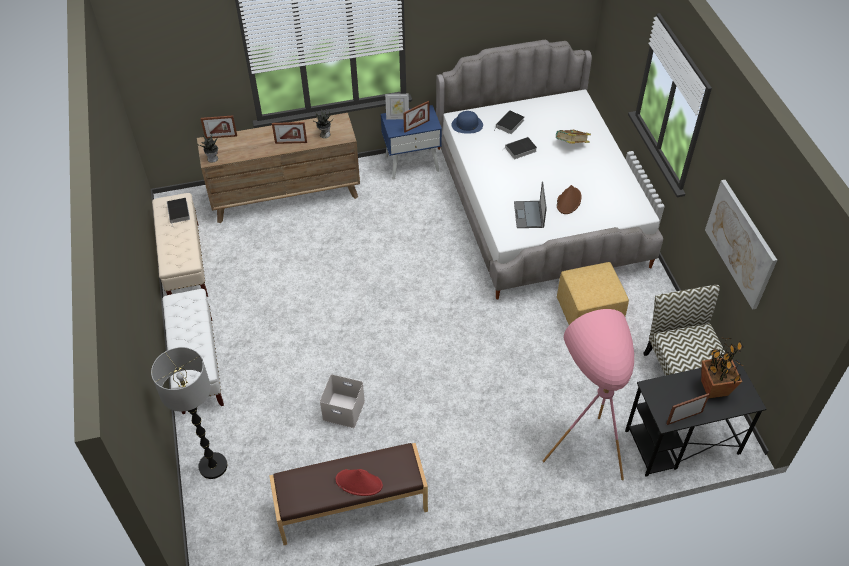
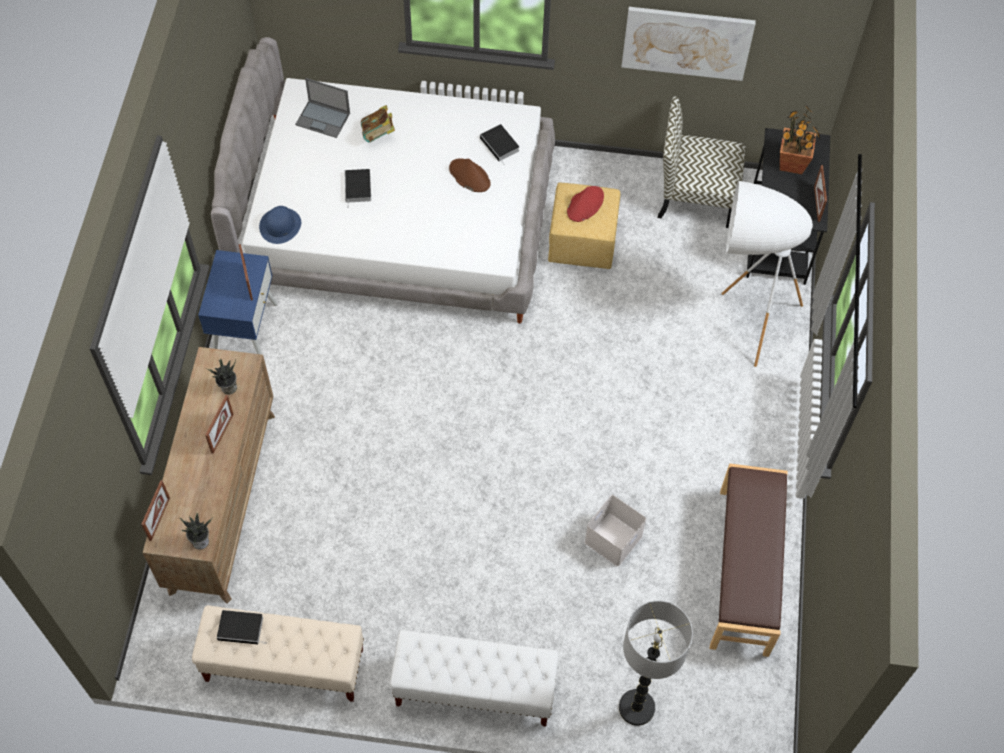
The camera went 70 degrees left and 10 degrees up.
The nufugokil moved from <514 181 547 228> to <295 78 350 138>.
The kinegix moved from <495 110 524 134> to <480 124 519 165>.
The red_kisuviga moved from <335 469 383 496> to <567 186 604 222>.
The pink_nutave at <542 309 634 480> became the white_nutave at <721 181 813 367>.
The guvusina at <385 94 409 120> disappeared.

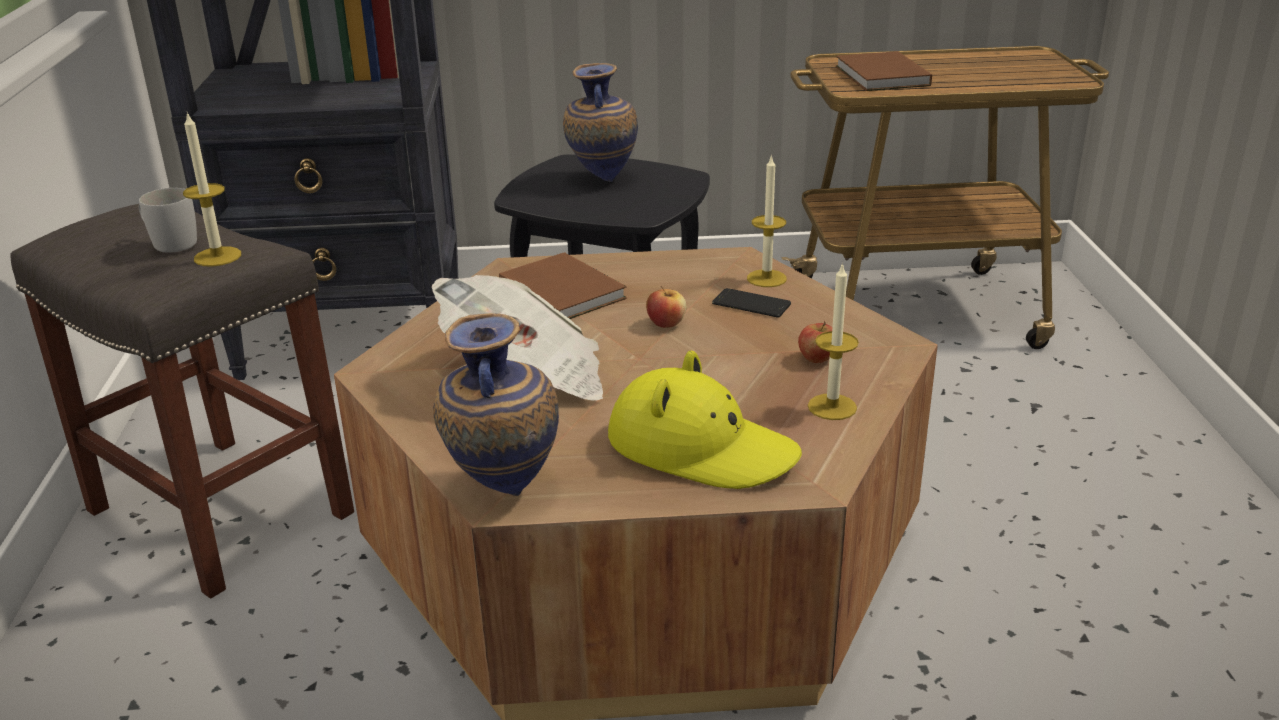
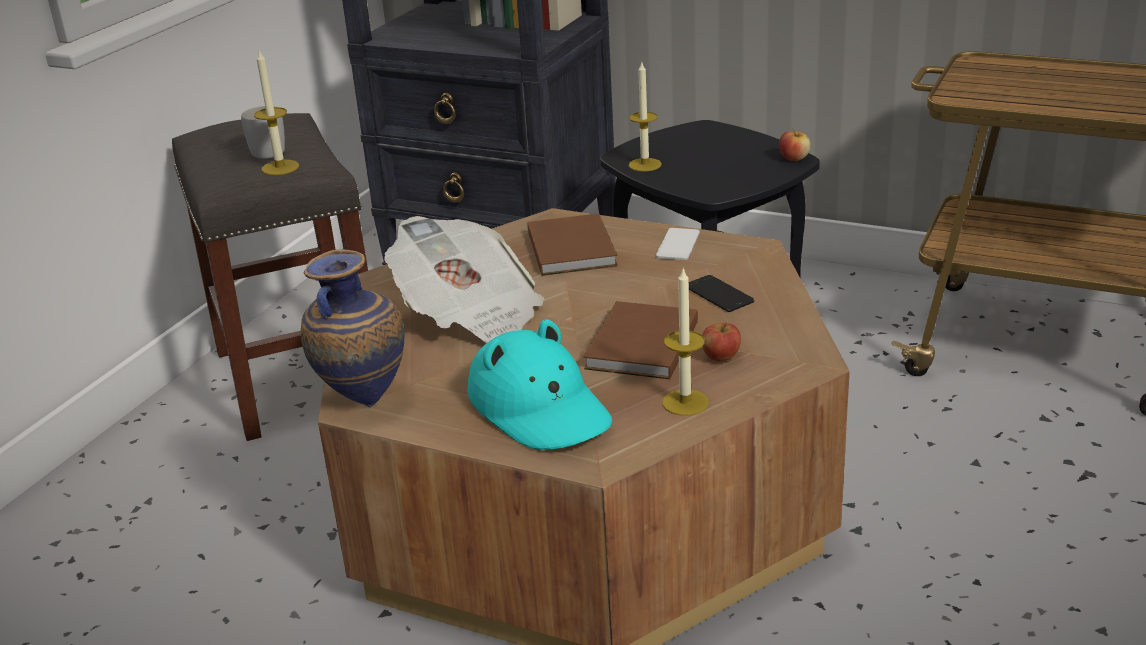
The camera went 30 degrees right and 0 degrees up.
The yellow_kisuviga at <608 351 802 489> became the turquoise_kisuviga at <467 319 612 450>.
The brown_kinegix moved from <836 51 932 91> to <584 301 698 379>.
The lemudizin moved from <747 154 787 287> to <629 63 662 171>.
The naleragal at <656 228 700 260> appeared.
The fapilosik moved from <646 286 686 328> to <779 129 811 161>.
The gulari at <563 63 638 182> disappeared.

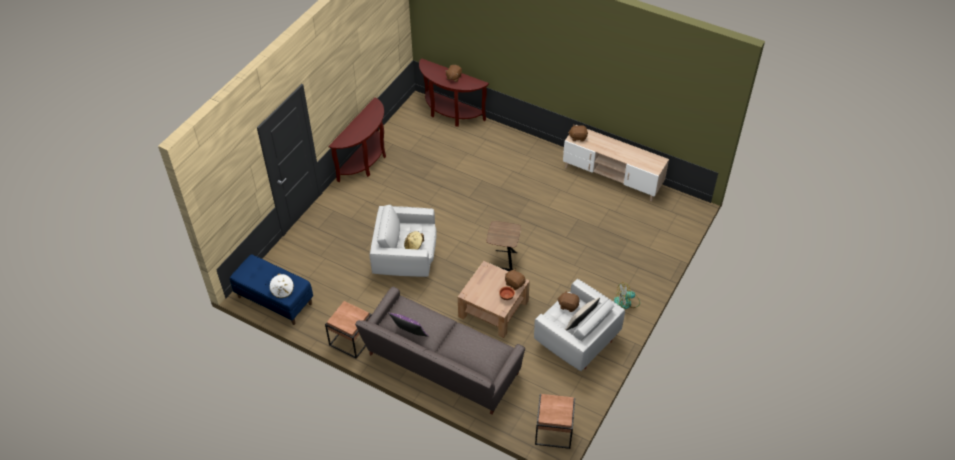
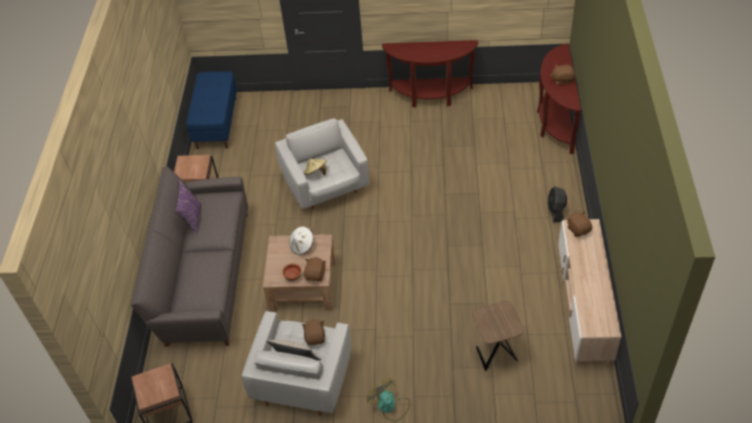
The camera went 65 degrees right and 0 degrees up.
The white_kisuviga moved from <269 273 294 298> to <289 227 313 255>.
The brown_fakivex moved from <487 221 521 271> to <472 301 524 371>.
The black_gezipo at <548 187 567 222> appeared.

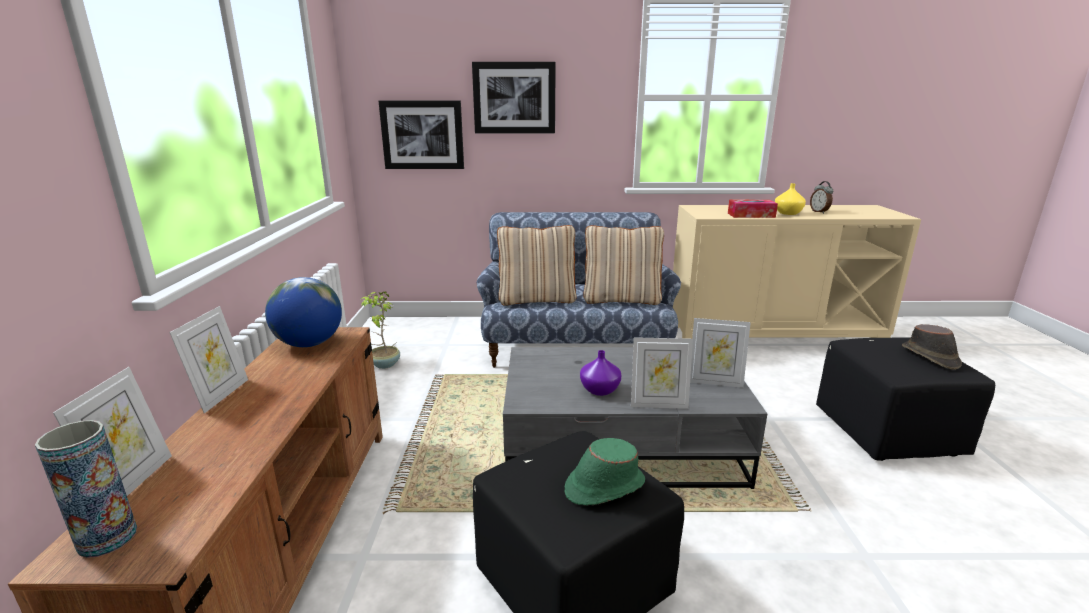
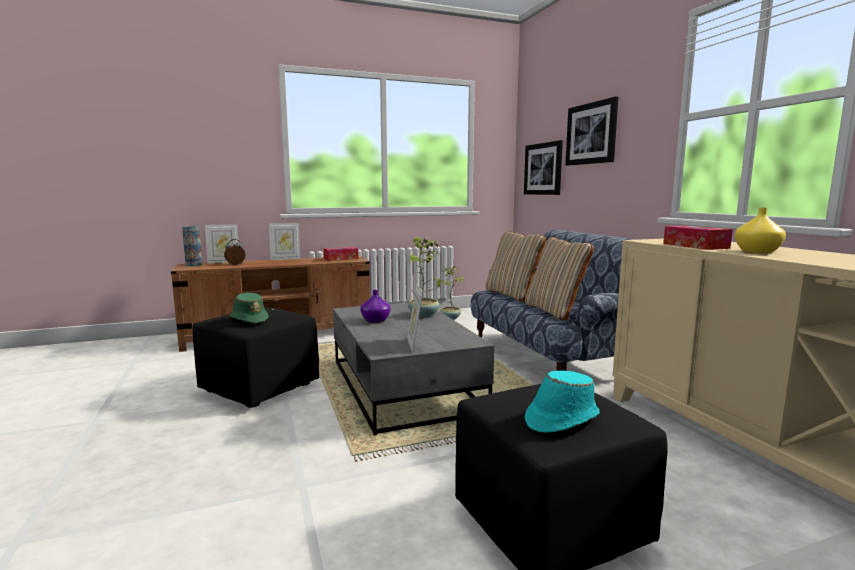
The camera went 70 degrees right and 10 degrees down.
The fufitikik moved from <810 181 833 214> to <224 239 245 265>.
The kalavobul at <265 277 342 347> was replaced by the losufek at <324 247 358 261>.
The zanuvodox at <408 237 440 317> appeared.
The brown_kisuviga at <902 324 962 370> became the turquoise_kisuviga at <525 371 600 433>.
The guvusina at <631 337 693 409> disappeared.

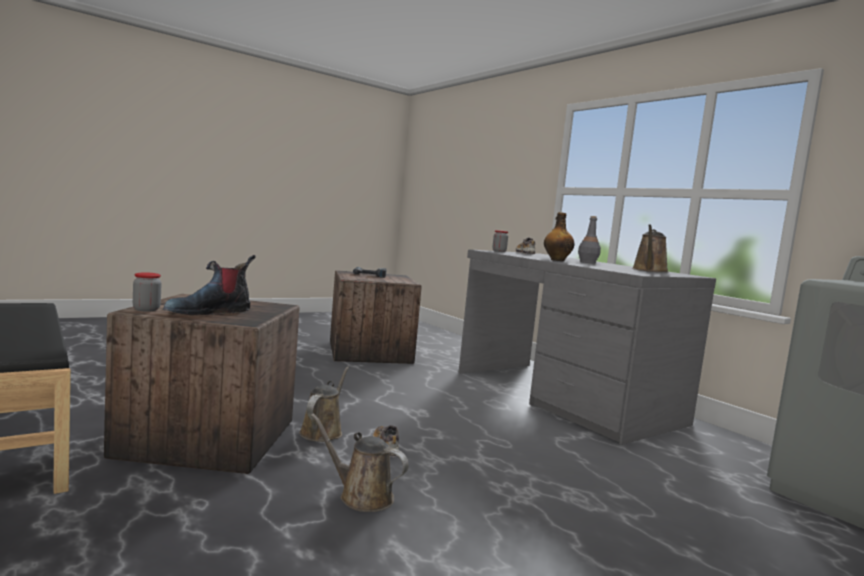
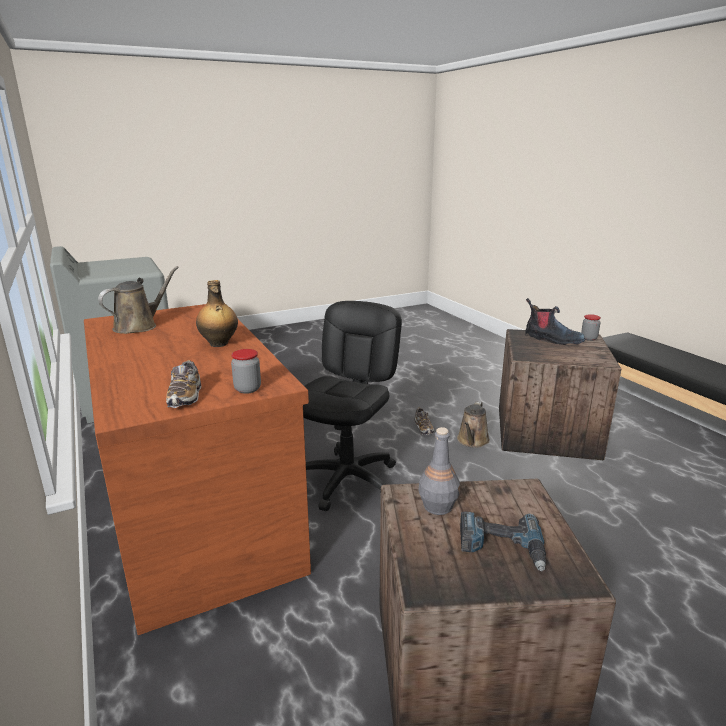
The camera went 170 degrees left and 15 degrees up.
The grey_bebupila at <459 249 716 445> became the brown_bebupila at <84 304 311 635>.
The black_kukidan at <303 301 402 511> appeared.
The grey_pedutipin moved from <578 216 601 264> to <418 427 460 515>.
The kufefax at <163 255 255 315> turned 60 degrees clockwise.
The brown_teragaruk at <311 414 409 512> disappeared.

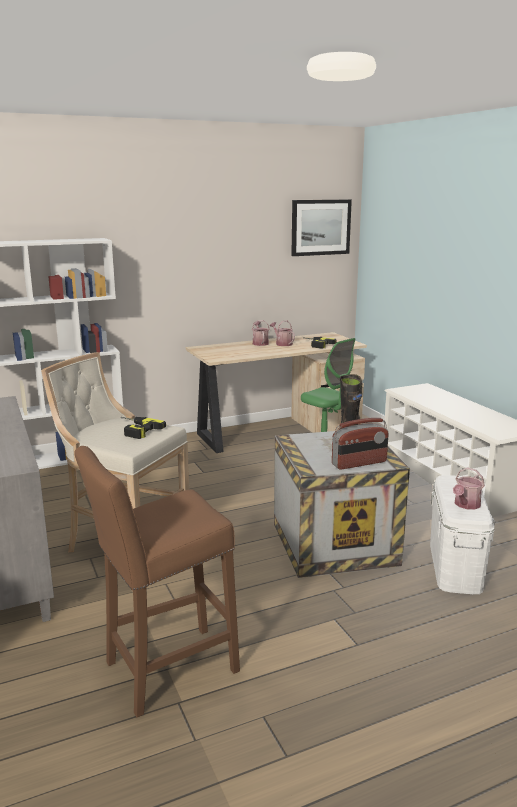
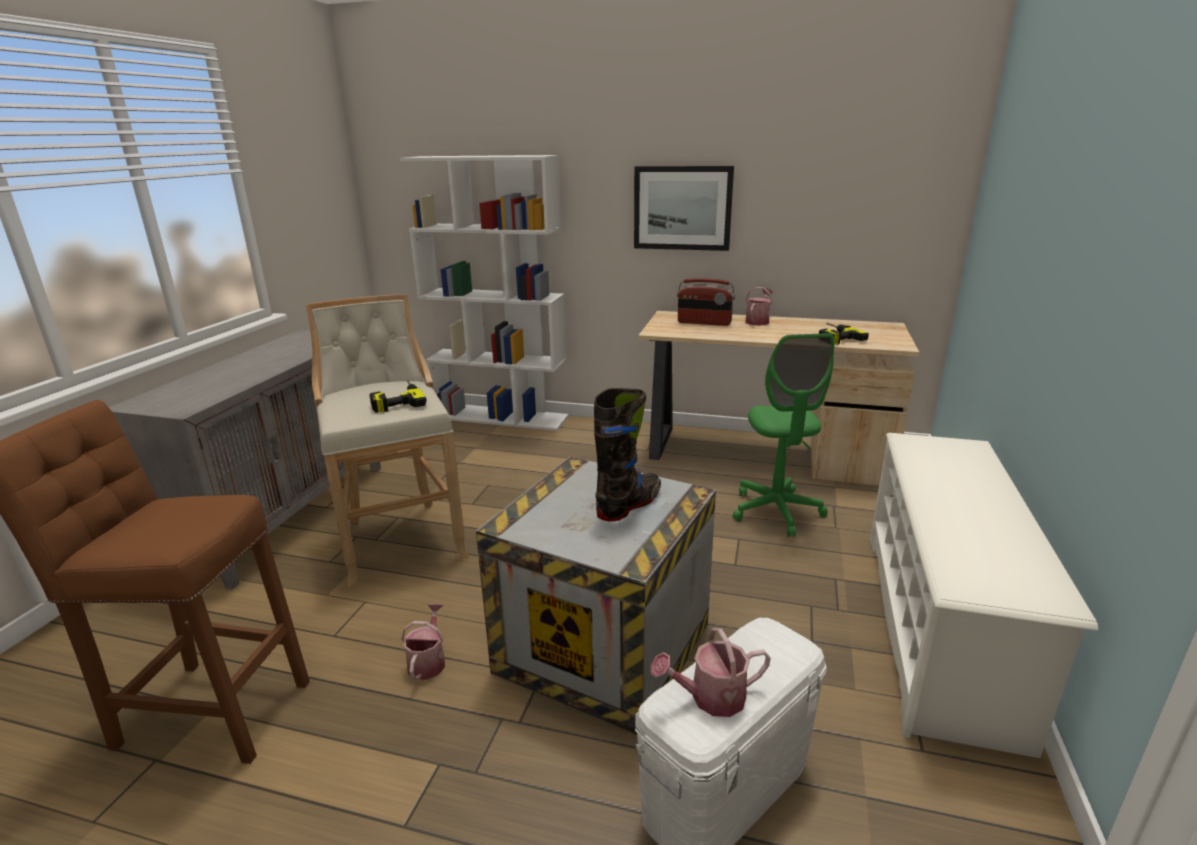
The camera went 40 degrees right and 5 degrees up.
The teragaruk moved from <270 320 295 346> to <401 604 445 680>.
The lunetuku moved from <291 200 352 256> to <634 166 734 251>.
The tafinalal moved from <332 418 389 470> to <677 278 735 326>.

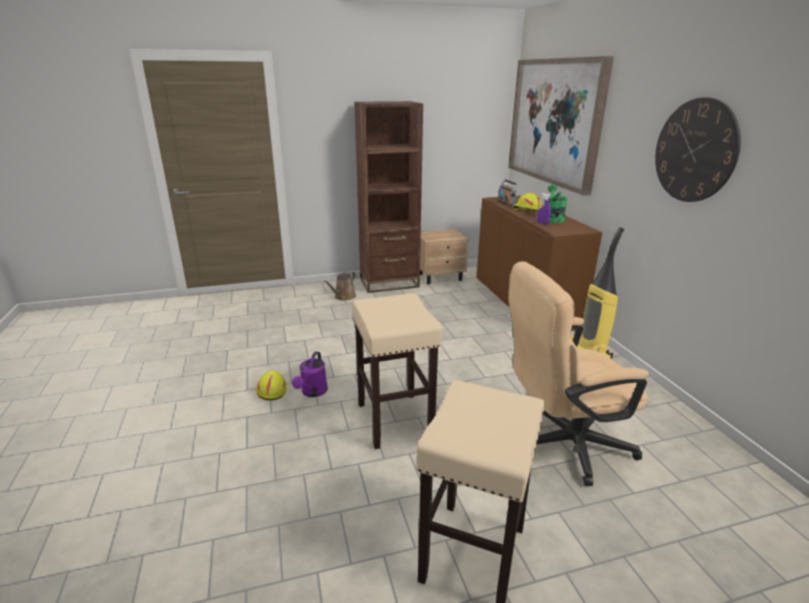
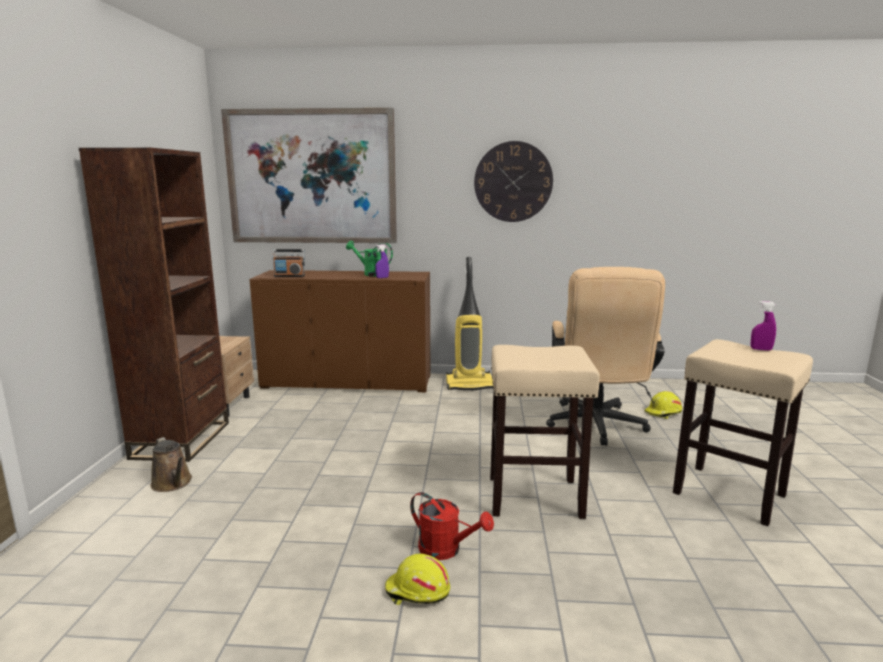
The camera went 70 degrees left and 10 degrees down.
The purple_teragaruk at <292 351 328 397> became the red_teragaruk at <410 492 494 560>.
The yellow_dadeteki moved from <513 193 542 211> to <645 391 682 419>.
The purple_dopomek at <751 301 776 351> appeared.

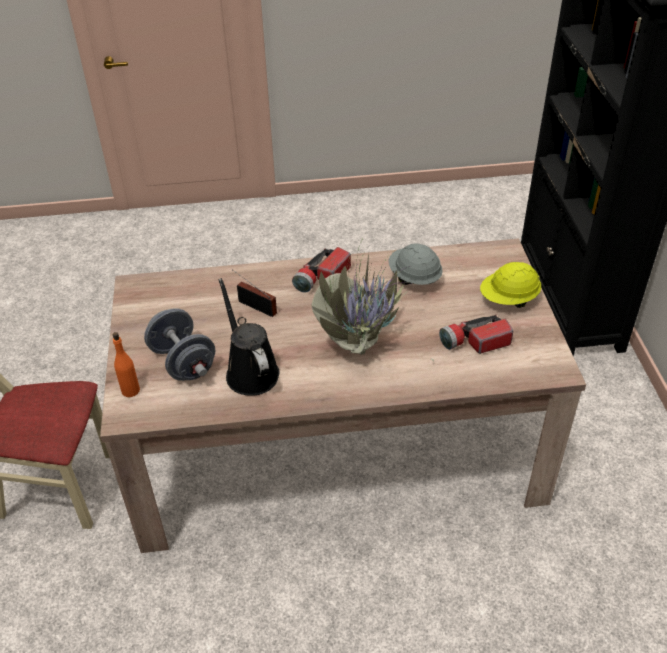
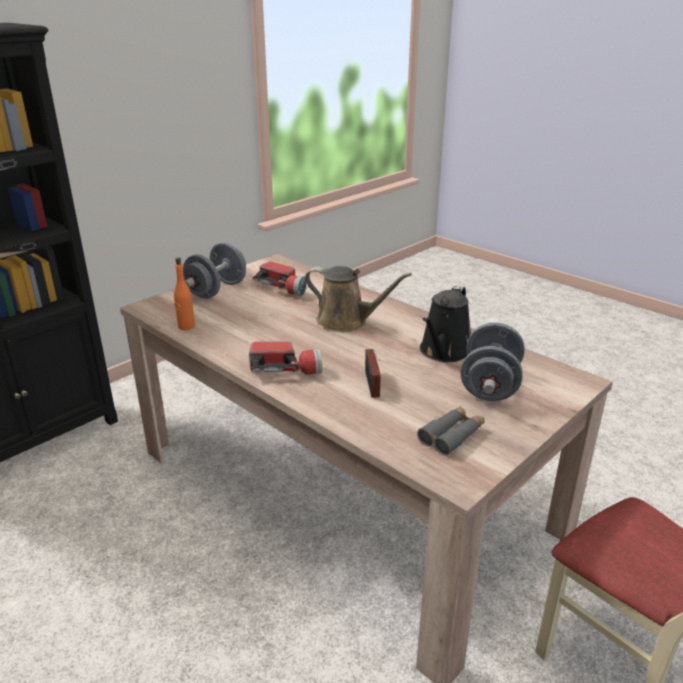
The camera went 130 degrees left and 15 degrees down.
The orange_pedutipin moved from <113 332 140 397> to <174 257 195 330>.
The yellow_dadeteki at <480 262 541 308> was replaced by the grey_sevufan at <183 242 246 299>.
The zanuvodox at <311 243 434 361> was replaced by the brown_teragaruk at <305 266 412 332>.
The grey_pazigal at <417 406 485 456> appeared.
The grey_dadeteki at <389 243 443 285> disappeared.

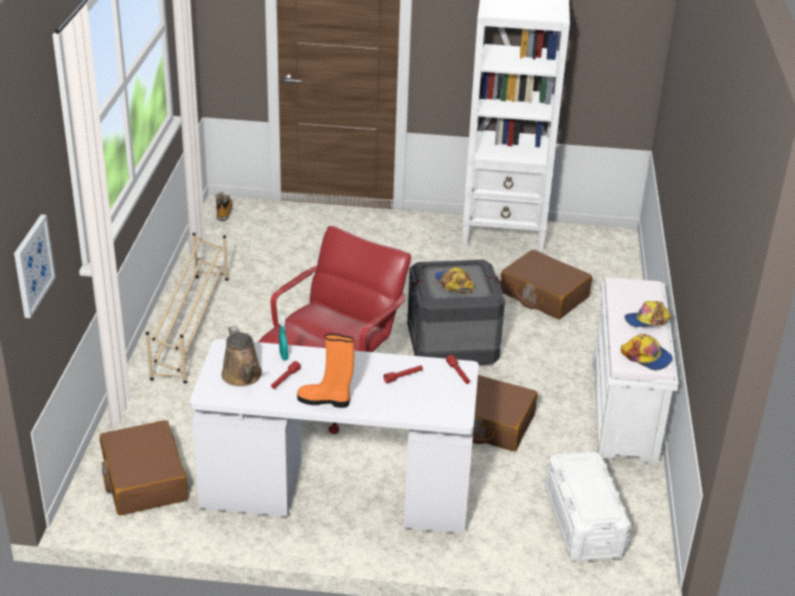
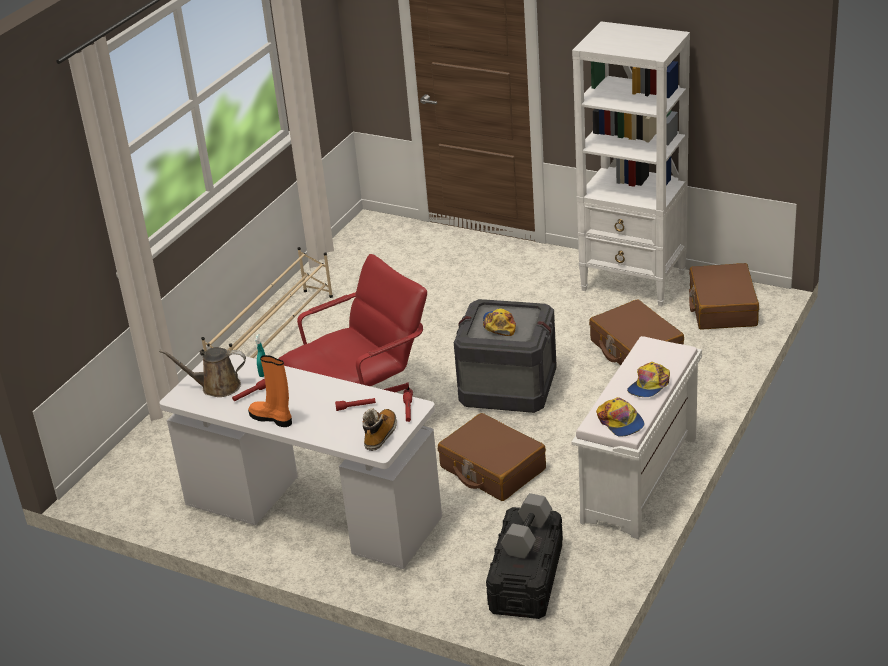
The camera went 25 degrees right and 0 degrees up.
The brown_teragaruk at <221 325 262 386> turned 90 degrees clockwise.
The kufefax moved from <215 192 233 221> to <363 409 397 451>.
The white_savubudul at <545 450 631 562> became the black_savubudul at <486 507 563 619>.
The grey_sevufan at <501 493 552 559> appeared.
The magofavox at <624 301 672 327> turned 60 degrees counterclockwise.
The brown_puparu moved from <100 420 188 516> to <689 263 759 329>.
The lunetuku at <14 215 56 318> disappeared.

